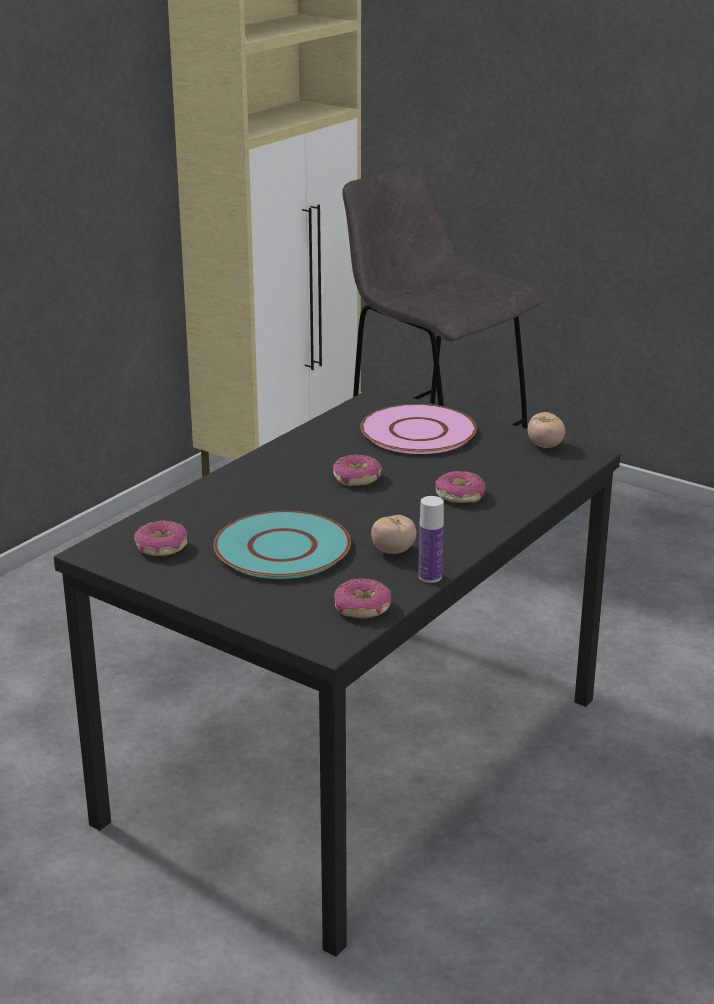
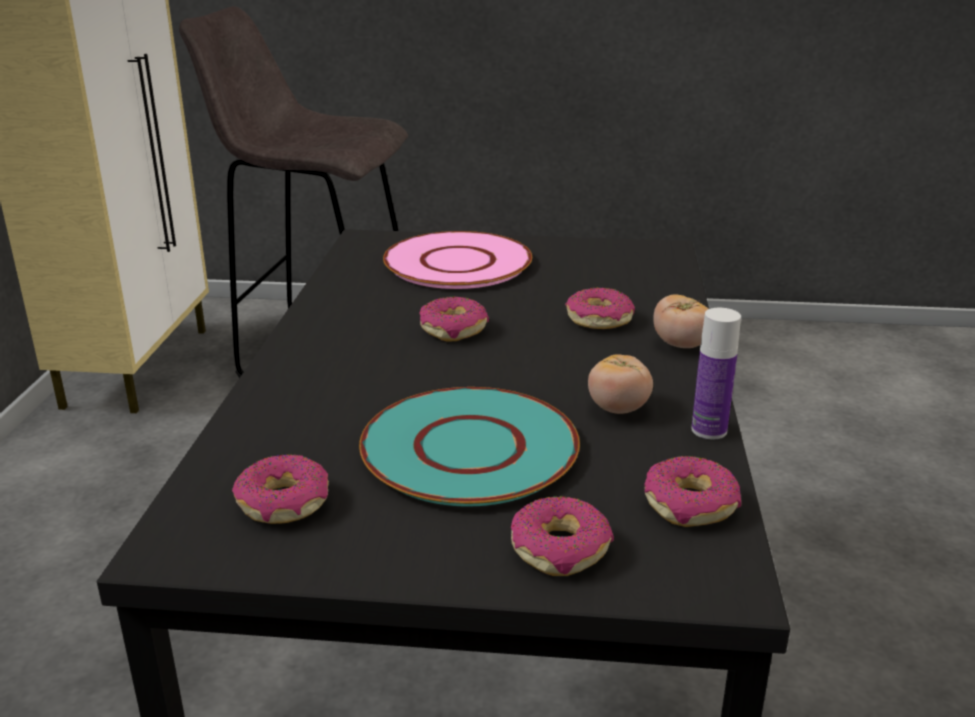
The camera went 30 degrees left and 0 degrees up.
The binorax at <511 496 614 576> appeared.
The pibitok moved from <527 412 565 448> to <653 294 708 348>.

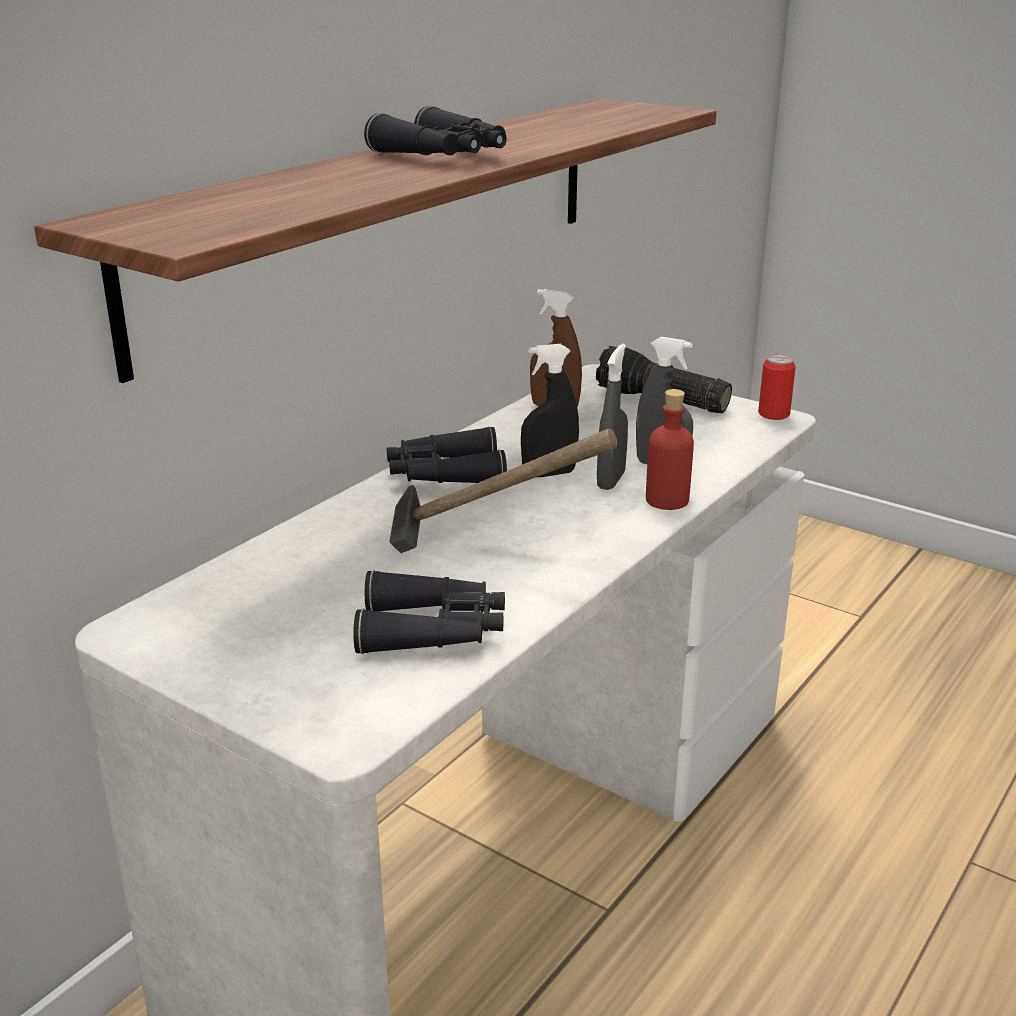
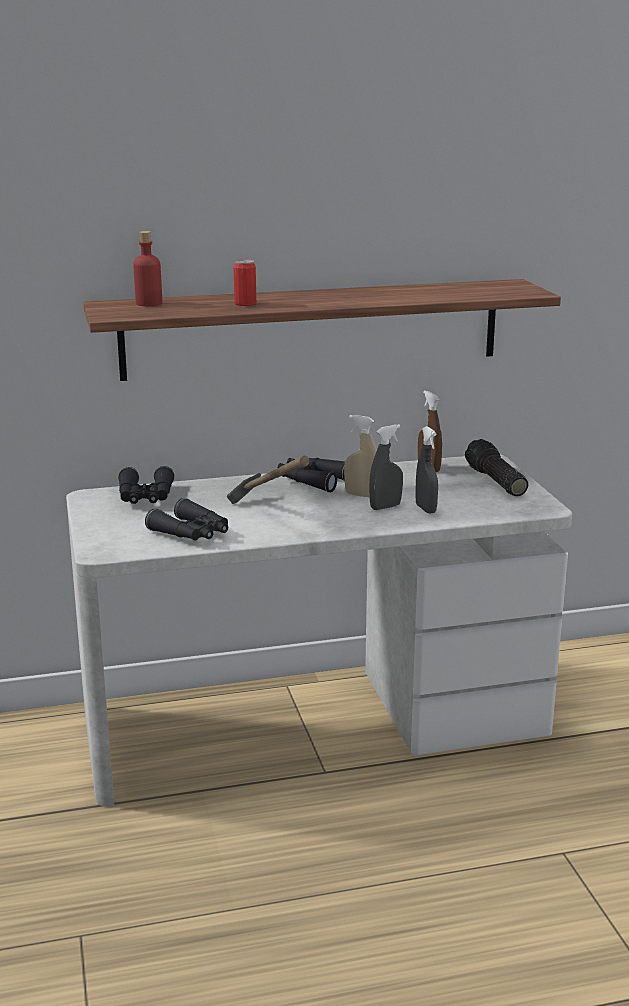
The camera went 40 degrees right and 5 degrees down.
The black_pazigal moved from <364 106 507 155> to <118 466 175 504>.
The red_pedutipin moved from <646 389 694 510> to <133 231 162 306>.
The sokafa moved from <758 354 796 420> to <234 259 256 306>.
The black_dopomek at <521 344 579 477> became the beige_dopomek at <344 415 377 498>.

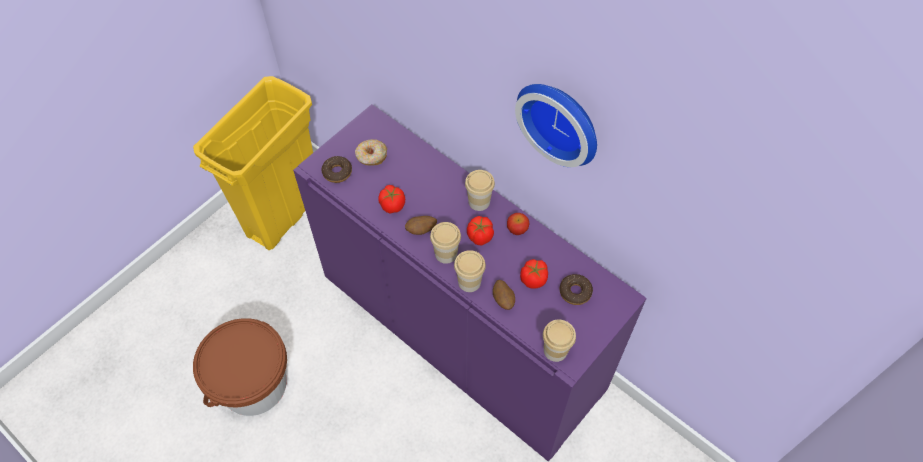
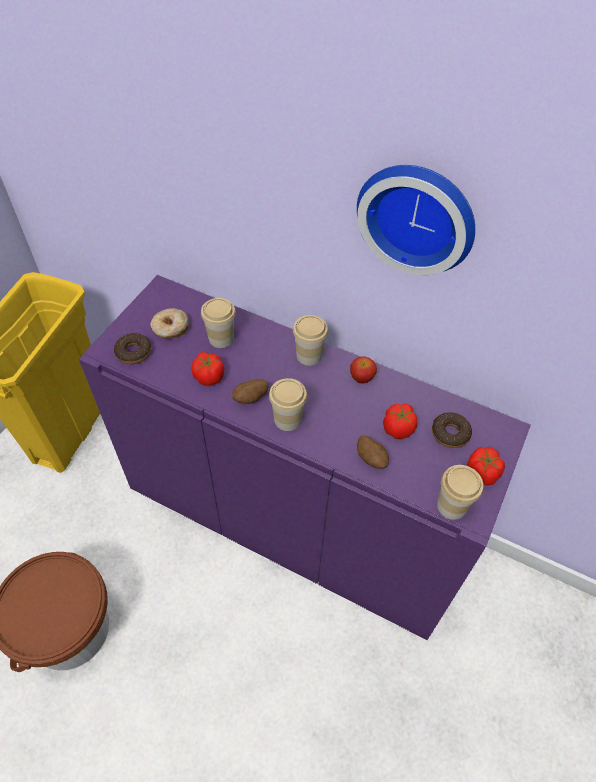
The camera went 15 degrees left and 5 degrees down.
The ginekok moved from <454 250 486 292> to <201 298 236 348>.
The pibitok moved from <467 216 494 245> to <467 447 505 486>.

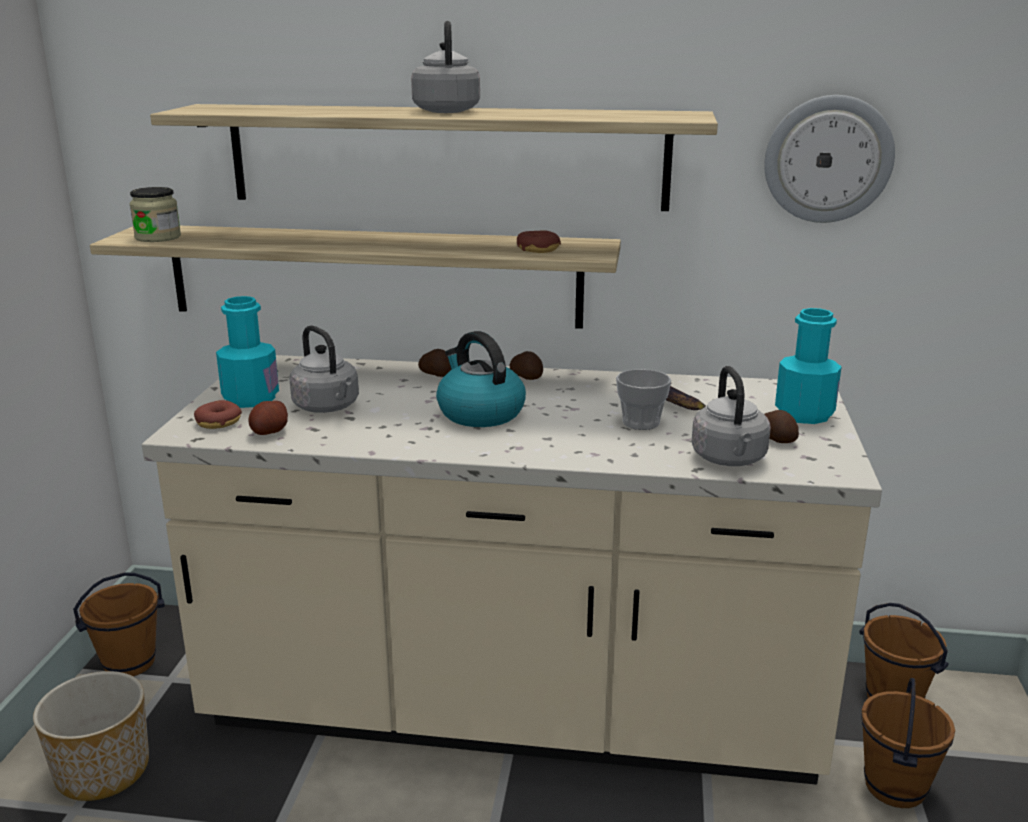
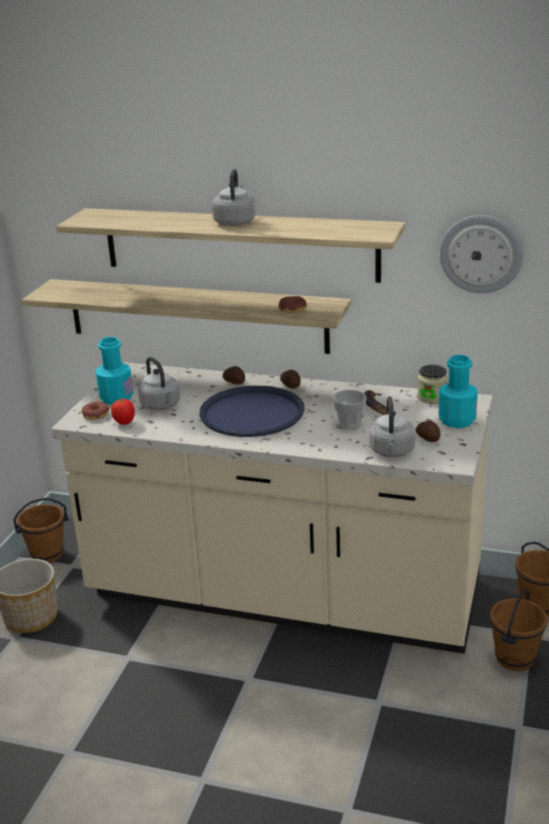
The camera went 10 degrees right and 5 degrees up.
The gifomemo at <248 401 288 435> was replaced by the pibitok at <111 399 135 425>.
The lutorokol at <436 331 526 427> was replaced by the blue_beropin at <199 386 305 437>.
The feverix moved from <130 187 181 242> to <417 365 448 404>.

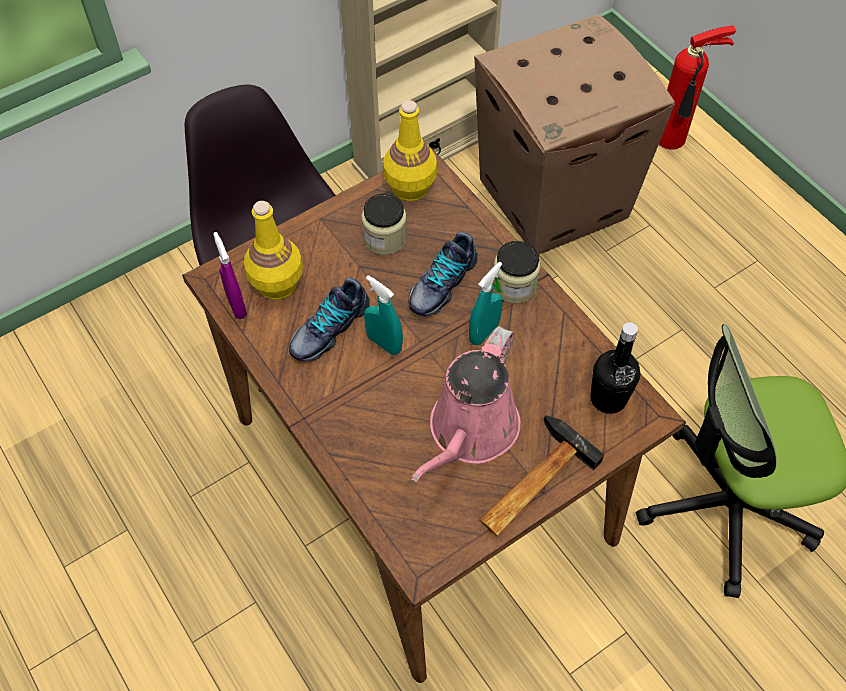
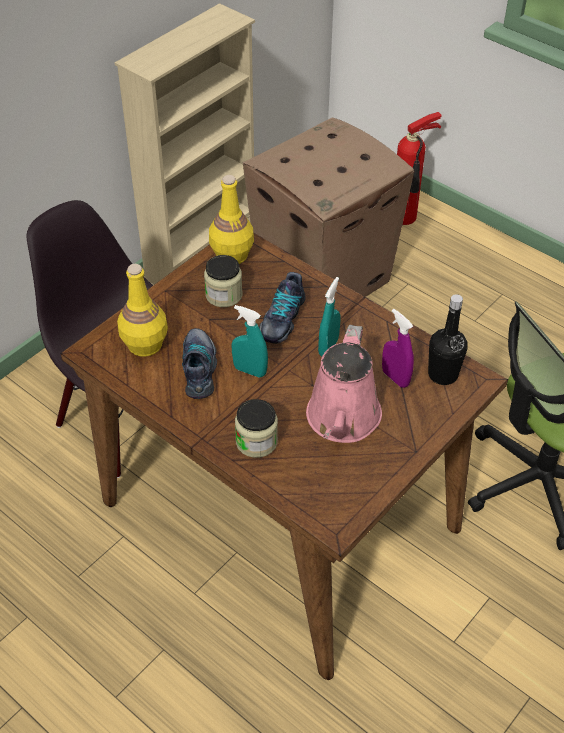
The camera went 15 degrees left and 10 degrees down.
The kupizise at <289 278 370 362> turned 150 degrees clockwise.
The feverix moved from <492 241 541 304> to <235 399 278 458>.
The purple_dopomek moved from <213 232 247 319> to <382 309 414 388>.
The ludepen at <480 415 604 536> disappeared.

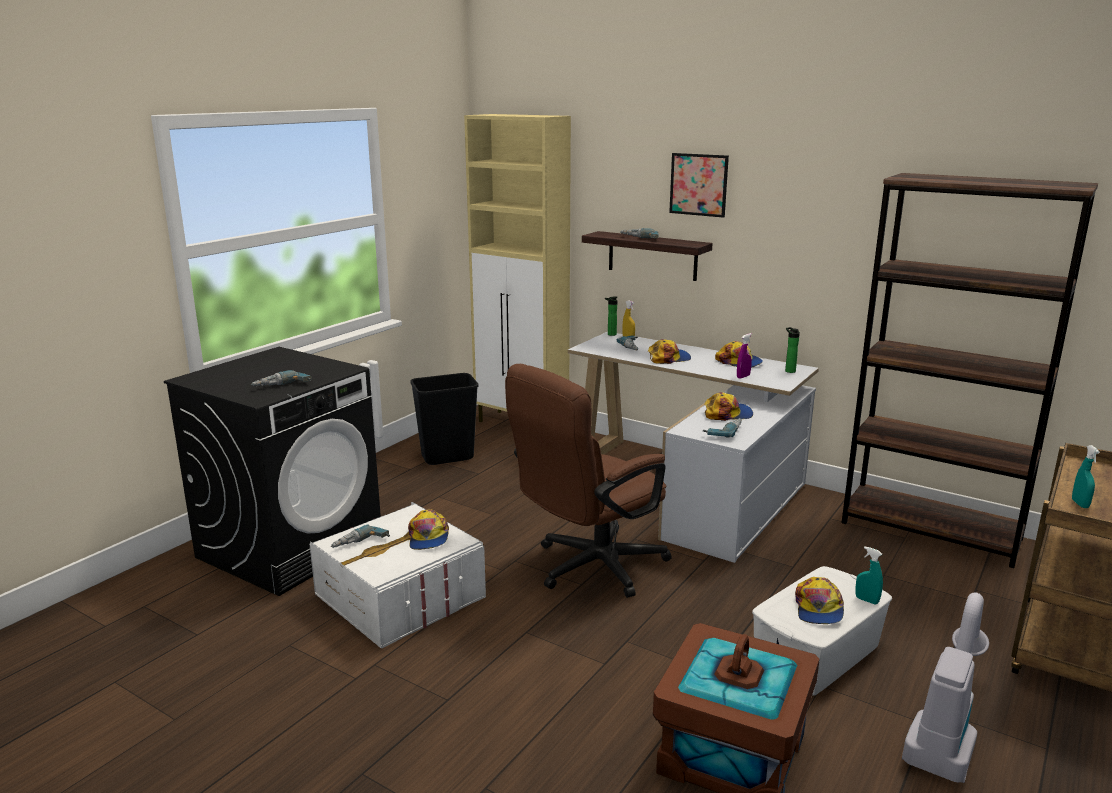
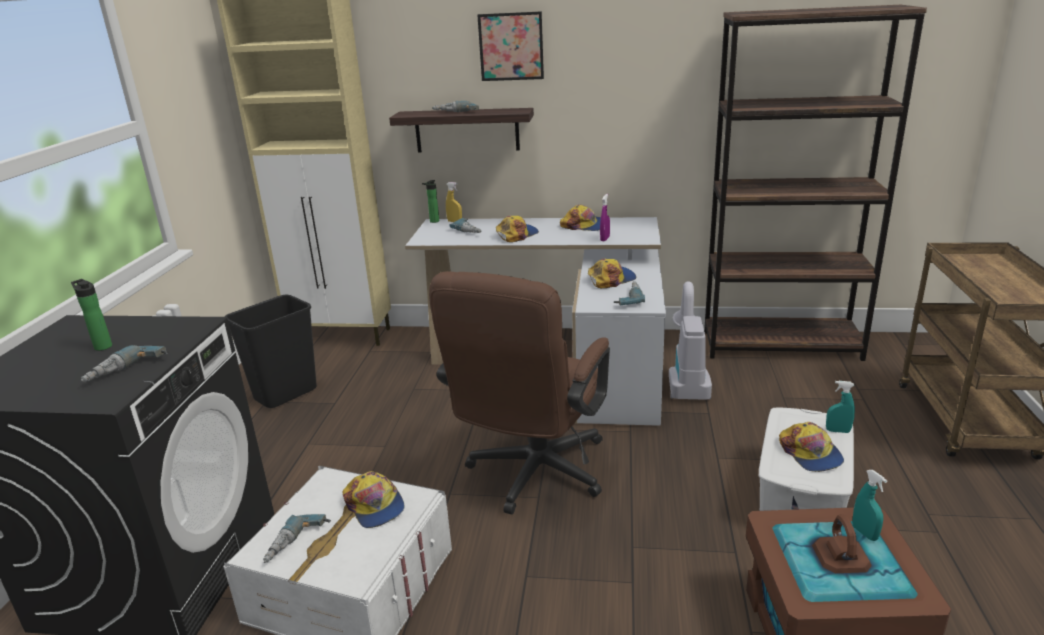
The camera went 25 degrees left and 5 degrees up.
The pedutipin moved from <785 327 800 373> to <71 279 112 351>.
The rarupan moved from <902 592 989 783> to <669 281 712 400>.
The turquoise_dopomek moved from <1072 445 1100 508> to <852 470 887 541>.

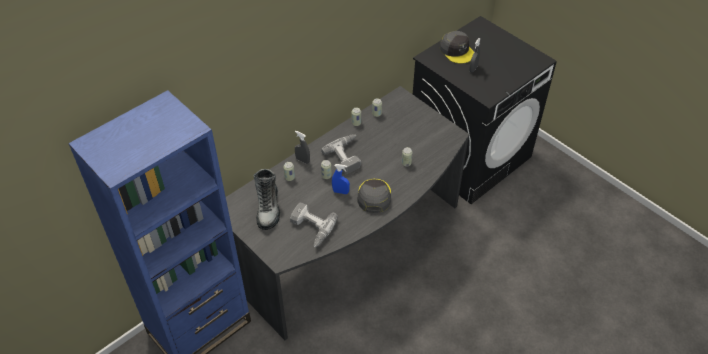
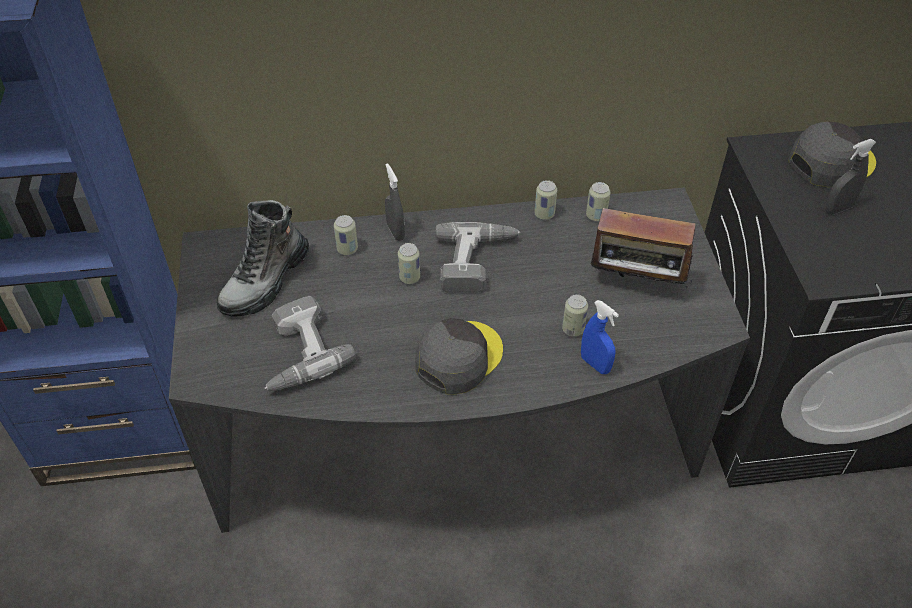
The camera went 35 degrees right and 0 degrees up.
The blue_dopomek moved from <332 164 350 194> to <581 300 619 374>.
The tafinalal at <591 200 696 288> appeared.
The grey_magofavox at <440 31 474 64> turned 120 degrees counterclockwise.

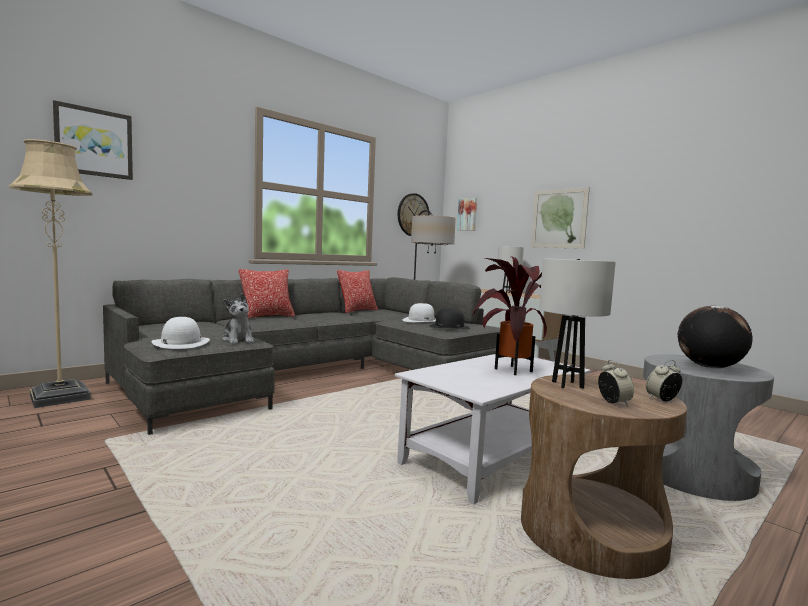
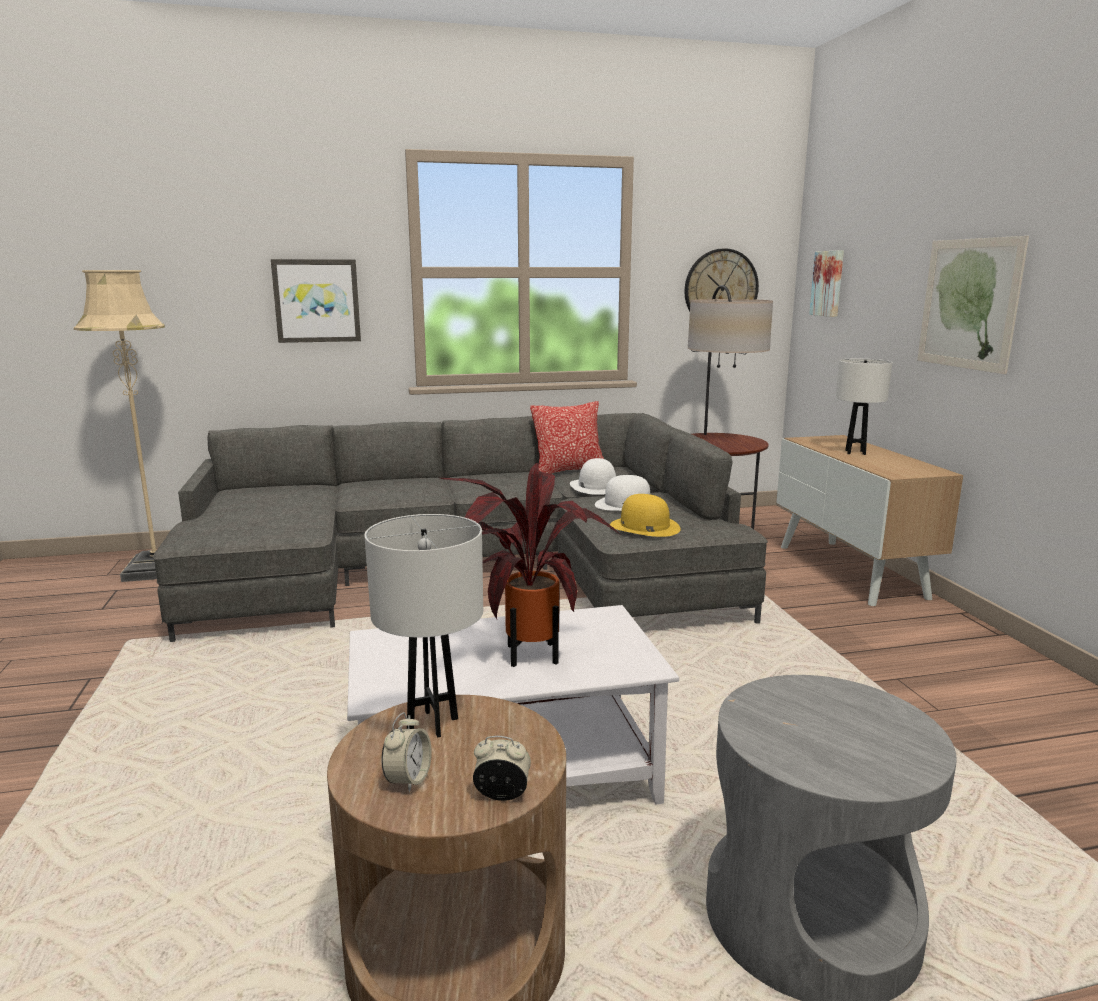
The camera went 30 degrees right and 10 degrees up.
The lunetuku moved from <53 100 133 180> to <271 259 361 343>.
The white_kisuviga moved from <151 317 210 349> to <570 458 616 495>.
The black_kisuviga at <429 308 470 330> became the yellow_kisuviga at <610 494 681 537>.
The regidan at <222 293 254 344> disappeared.
The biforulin at <239 269 295 319> disappeared.
The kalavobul at <677 306 753 368> disappeared.

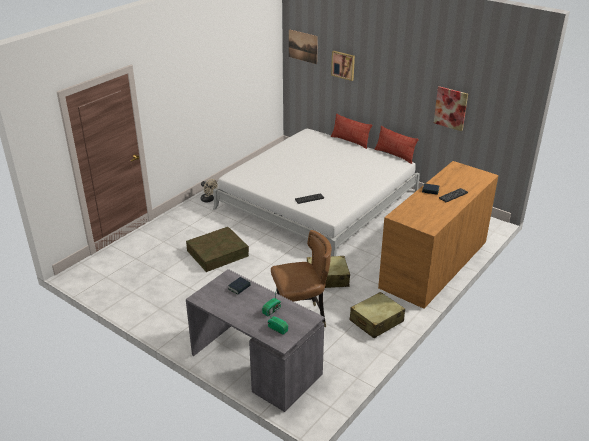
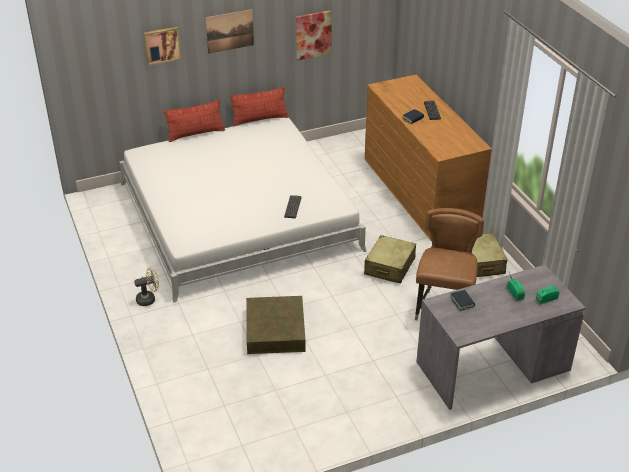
The camera went 60 degrees left and 5 degrees up.
The lunetuku moved from <289 29 318 64> to <205 9 254 54>.

